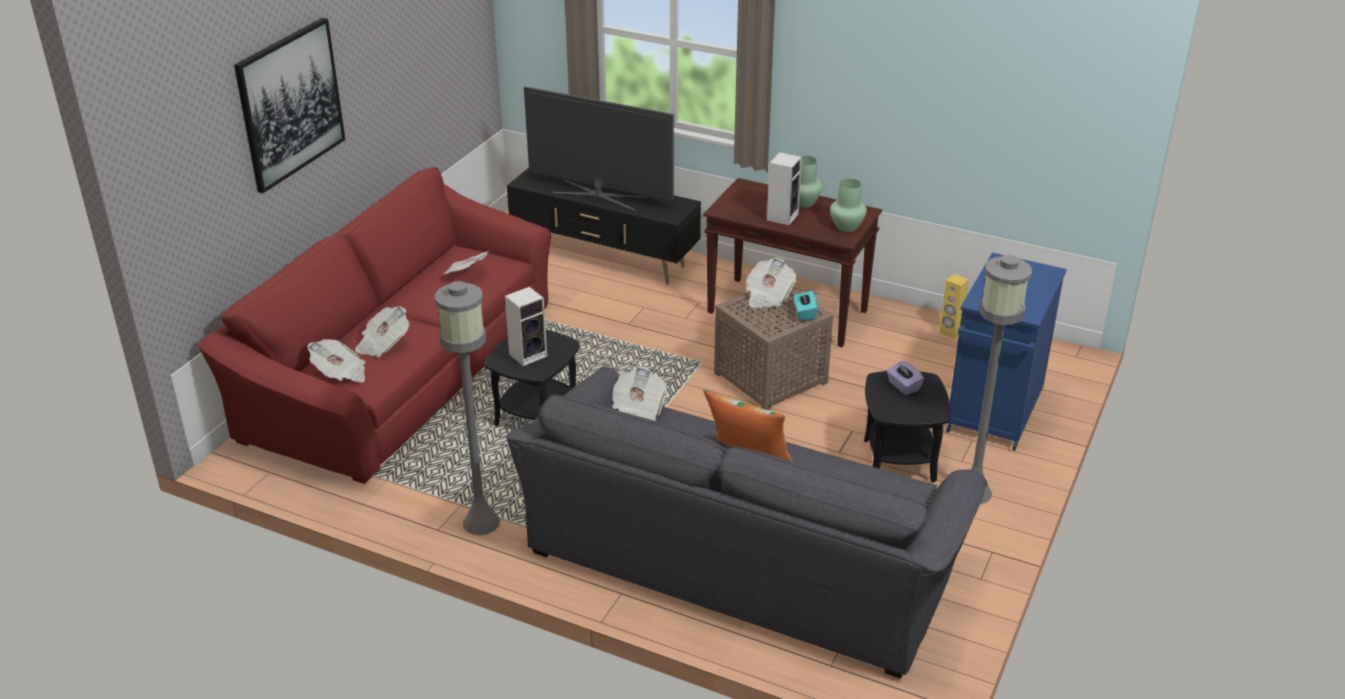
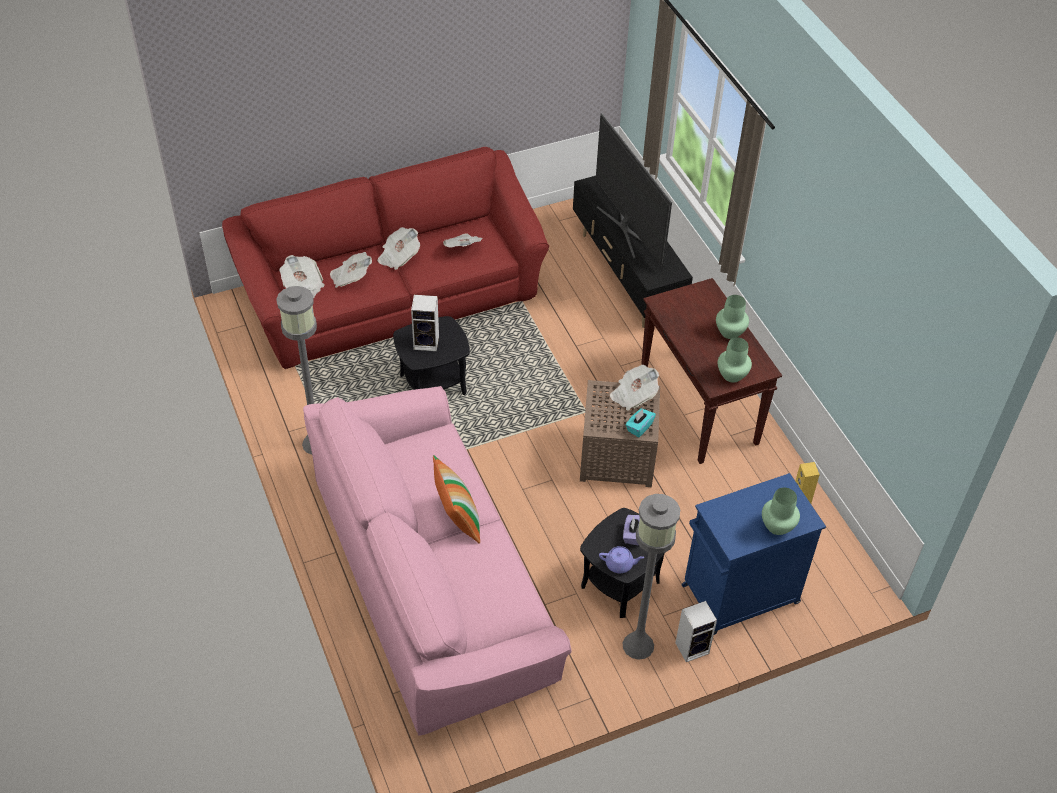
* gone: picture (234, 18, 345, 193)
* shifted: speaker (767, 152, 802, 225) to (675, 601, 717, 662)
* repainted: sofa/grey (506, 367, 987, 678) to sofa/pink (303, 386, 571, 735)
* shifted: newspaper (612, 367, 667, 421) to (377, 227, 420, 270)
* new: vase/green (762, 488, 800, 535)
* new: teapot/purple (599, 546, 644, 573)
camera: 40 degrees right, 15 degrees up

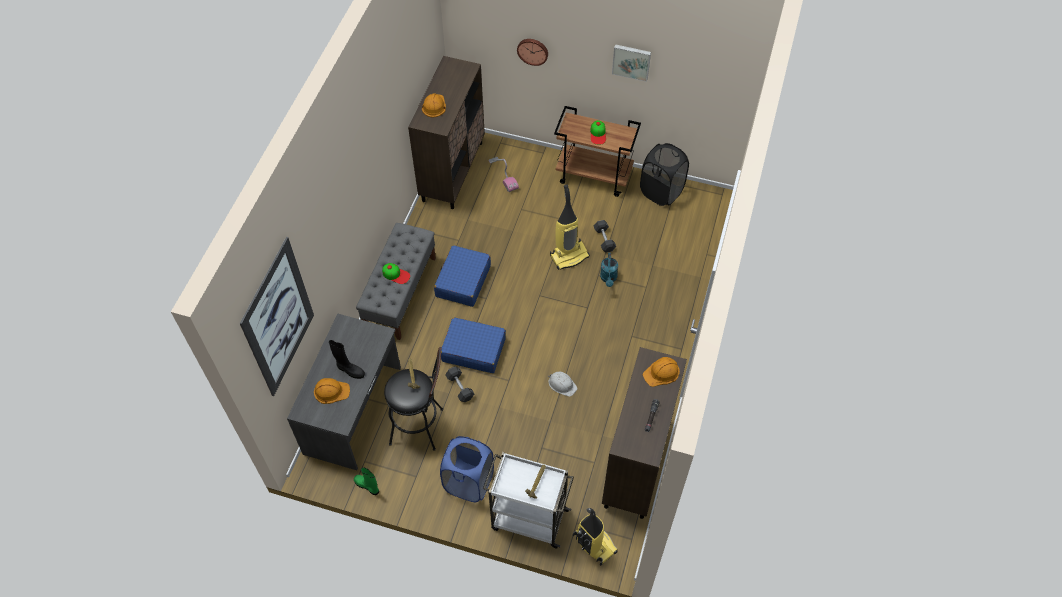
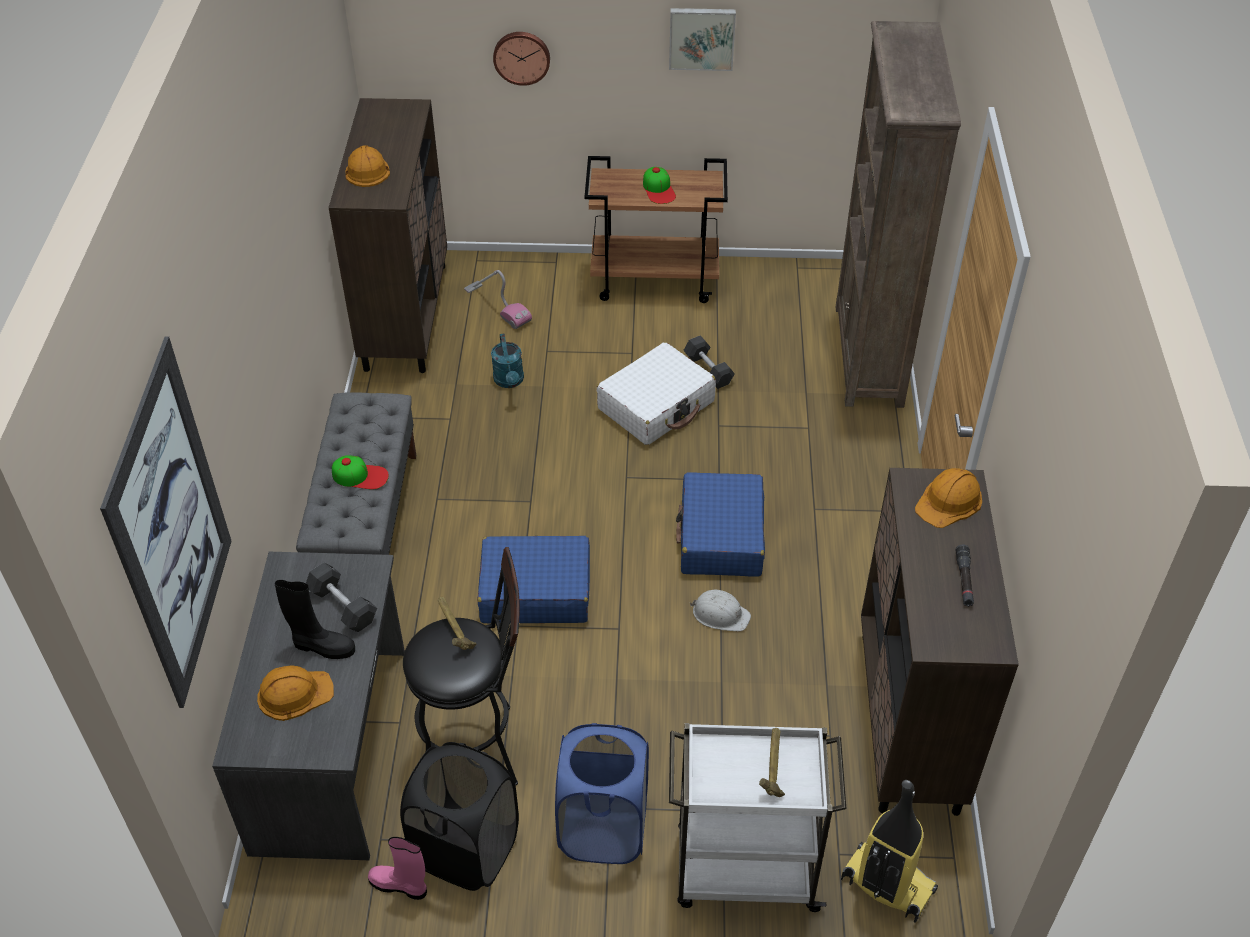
* shifted: laundry basket/black (640, 143, 689, 206) to (400, 742, 519, 891)
* swapped: vacuum cleaner (550, 185, 590, 270) to suitcase/white (597, 342, 716, 445)
* shifted: suitcase/blue (434, 245, 491, 307) to (676, 472, 765, 577)
* shifted: watering can/turquoise (600, 253, 618, 287) to (491, 334, 524, 388)
* shifted: dumbbell/grey (445, 367, 474, 402) to (306, 562, 377, 632)
* repainted: boot/green (354, 467, 379, 495) to boot/pink (368, 837, 427, 900)
* new: bookcase/brown (836, 21, 961, 408)
camera: 15 degrees left, 10 degrees down

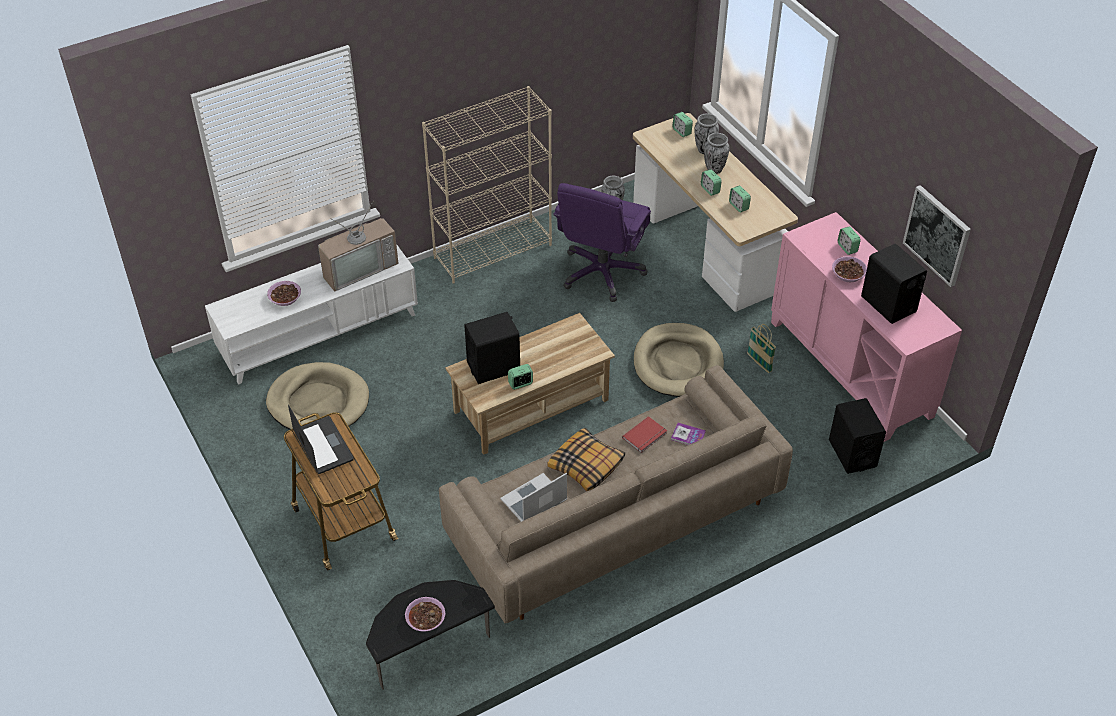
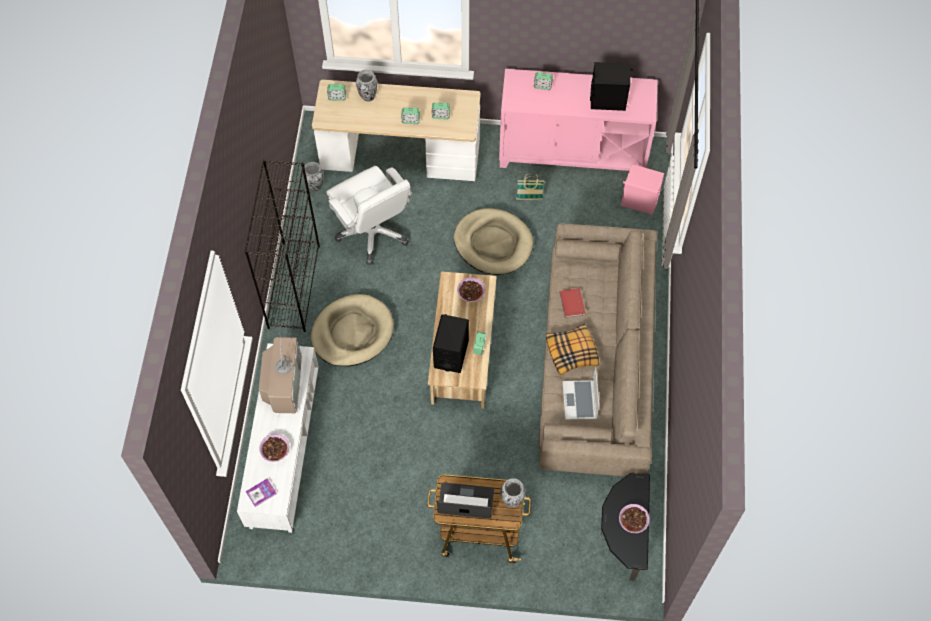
* repainted: bookcase/beige (422, 86, 552, 284) to bookcase/black (245, 160, 320, 332)
* shifted: vase (704, 133, 729, 174) to (501, 478, 526, 508)
* repainted: office chair/purple (553, 183, 651, 302) to office chair/white (326, 166, 412, 265)
* gone: picture (903, 185, 971, 287)
* shifted: bowl (832, 256, 867, 282) to (457, 277, 485, 302)
* shifted: dog bed/beige (266, 362, 369, 430) to (311, 294, 394, 366)
* repainted: speaker/black (829, 398, 886, 474) to speaker/pink (621, 164, 664, 215)
* shifted: book (671, 423, 706, 445) to (246, 479, 277, 507)
camera: 55 degrees left, 15 degrees up

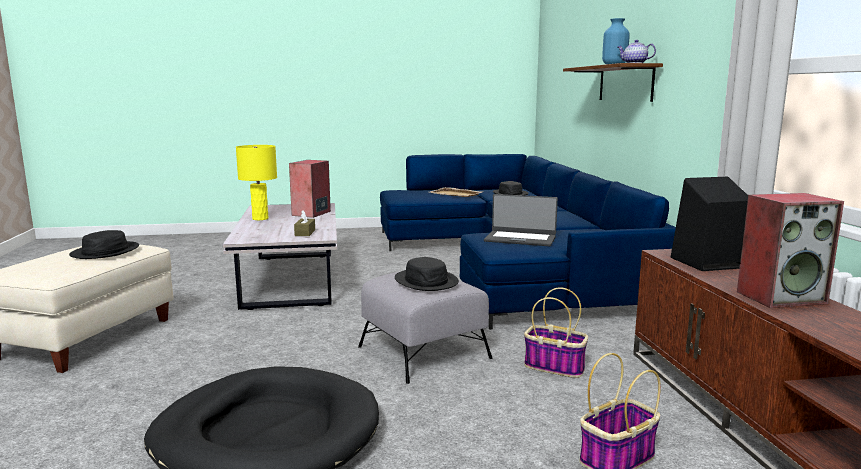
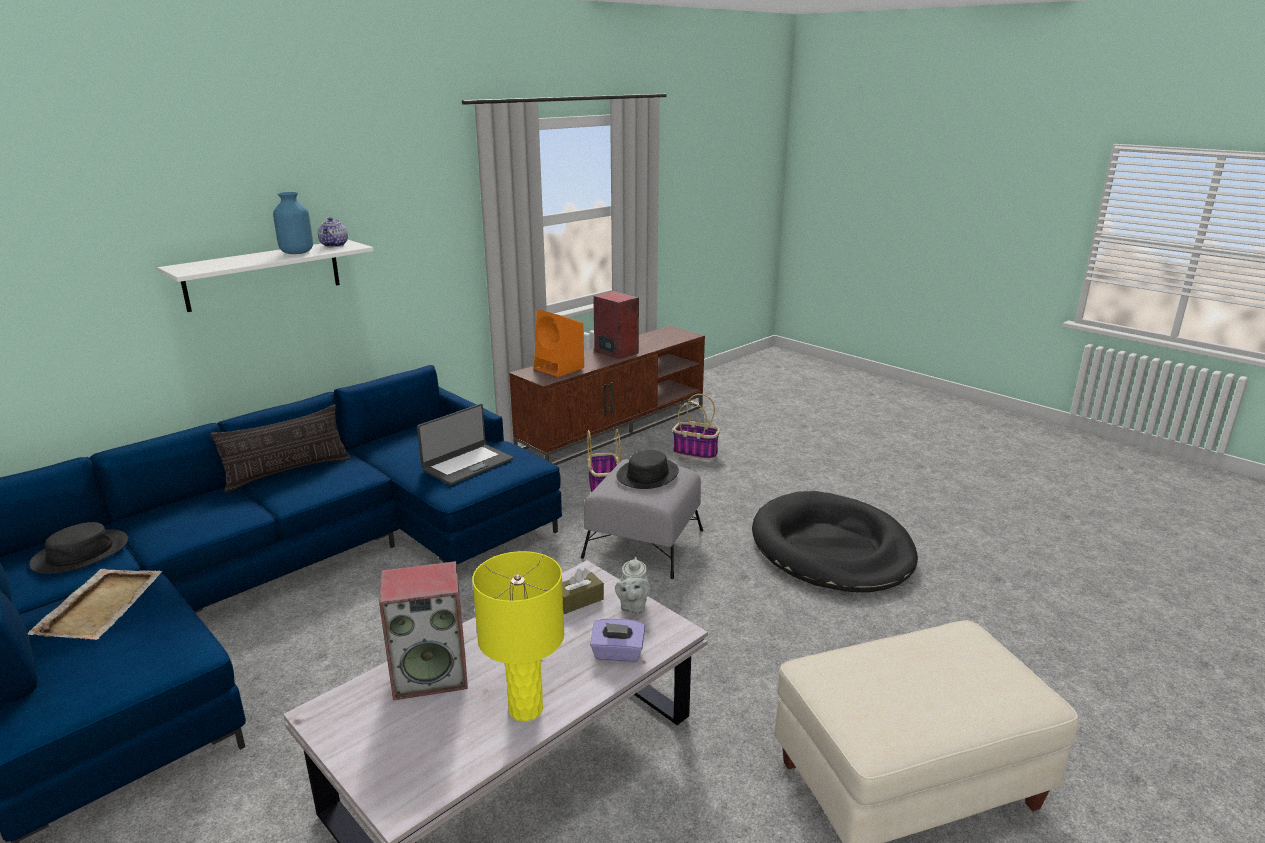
* repainted: shelf/brown (563, 63, 663, 102) to shelf/white (157, 240, 374, 312)
* repainted: speaker/black (671, 177, 748, 271) to speaker/orange (534, 309, 584, 377)
* rotated: laptop (484, 194, 558, 246) = (417, 404, 513, 485) 60 degrees clockwise
* gone: hat/black (69, 230, 139, 259)
* new: pillow (210, 404, 350, 493)
* new: teapot/grey (615, 557, 650, 614)
* new: tissue box/purple (590, 618, 645, 662)
camera: 125 degrees left, 10 degrees up

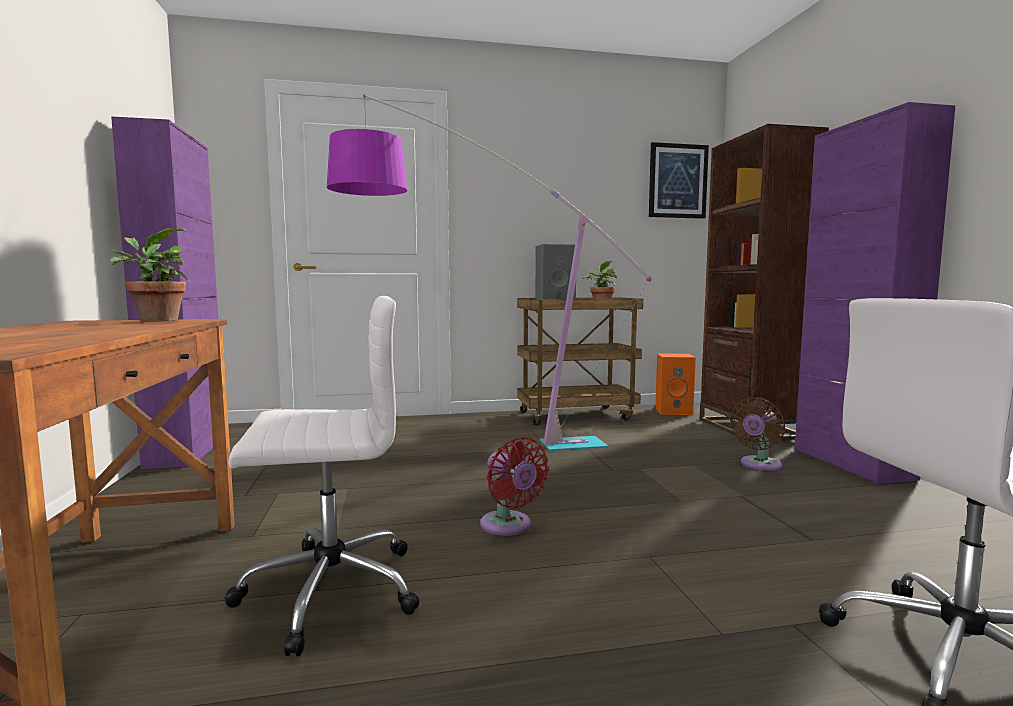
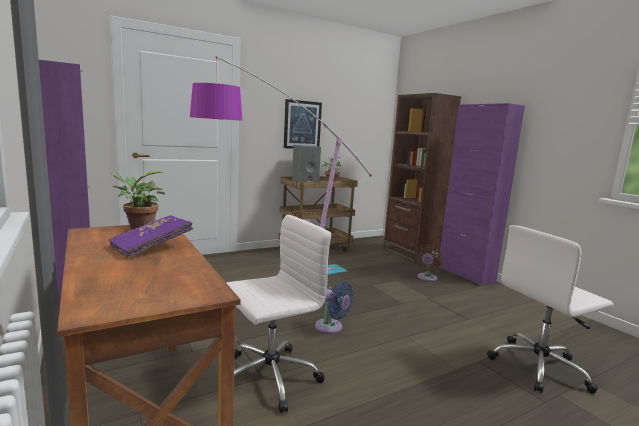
* shifted: picture (649, 142, 709, 219) to (284, 99, 322, 149)
* gone: speaker/orange (655, 353, 696, 415)
* repainted: fan/red (480, 437, 549, 536) to fan/blue (315, 282, 354, 334)
* new: book/purple (108, 215, 193, 257)
camera: 20 degrees left, 5 degrees up

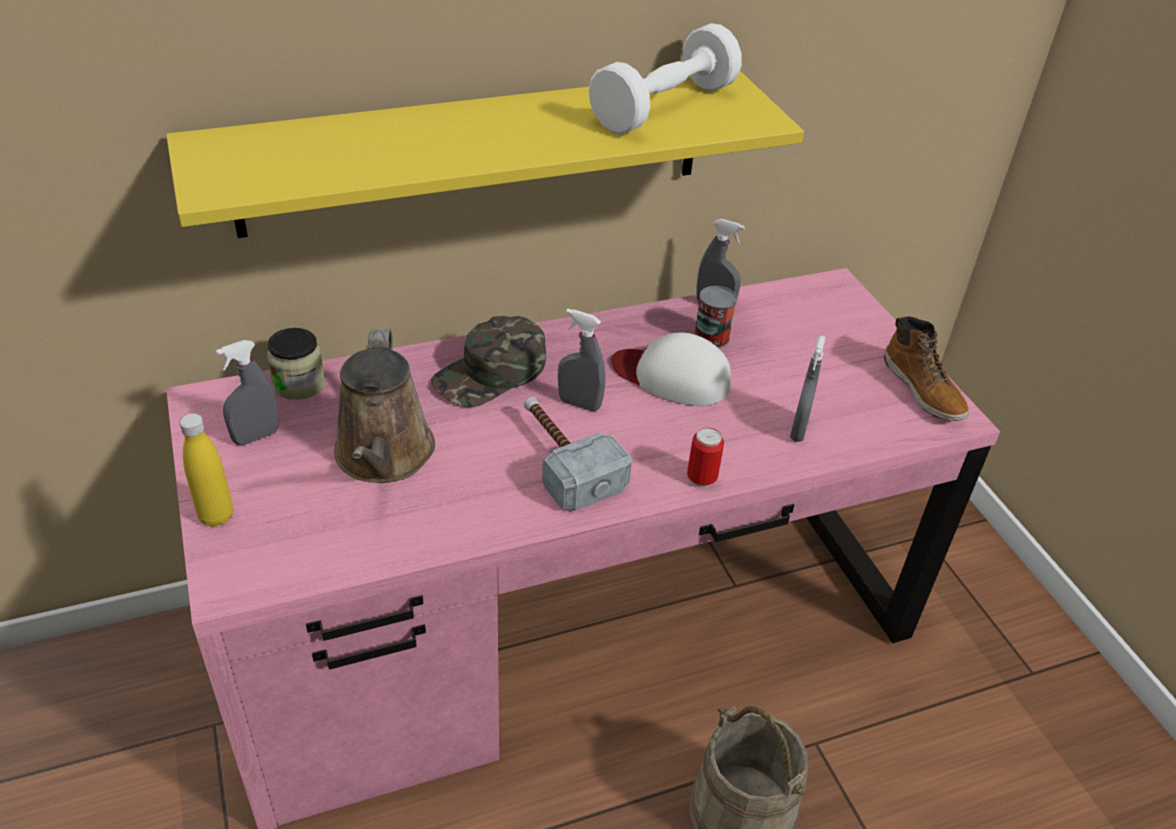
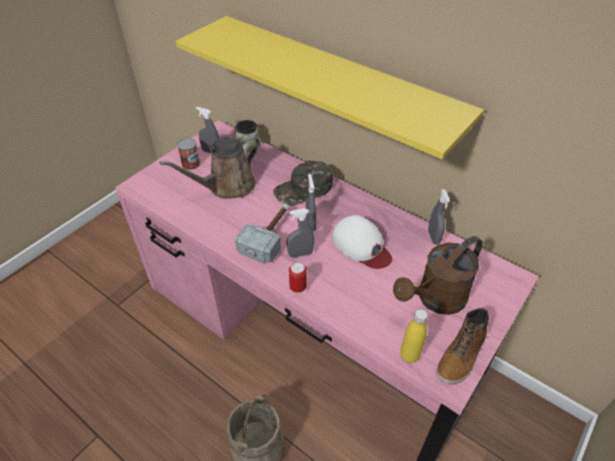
* gone: dumbbell/white (589, 23, 742, 134)
* shifted: can (694, 286, 737, 348) to (177, 138, 200, 170)
* rotated: cap/green (431, 316, 546, 407) = (273, 161, 333, 206) 45 degrees counterclockwise
* rotated: cap/white (612, 332, 731, 406) = (332, 215, 392, 269) 150 degrees clockwise
* shifted: spray bottle/grey (790, 335, 825, 442) to (287, 209, 314, 258)
* shifted: bottle/yellow (179, 413, 233, 527) to (400, 309, 428, 363)
* new: watering can/brown (393, 236, 483, 315)
camera: 60 degrees right, 5 degrees up

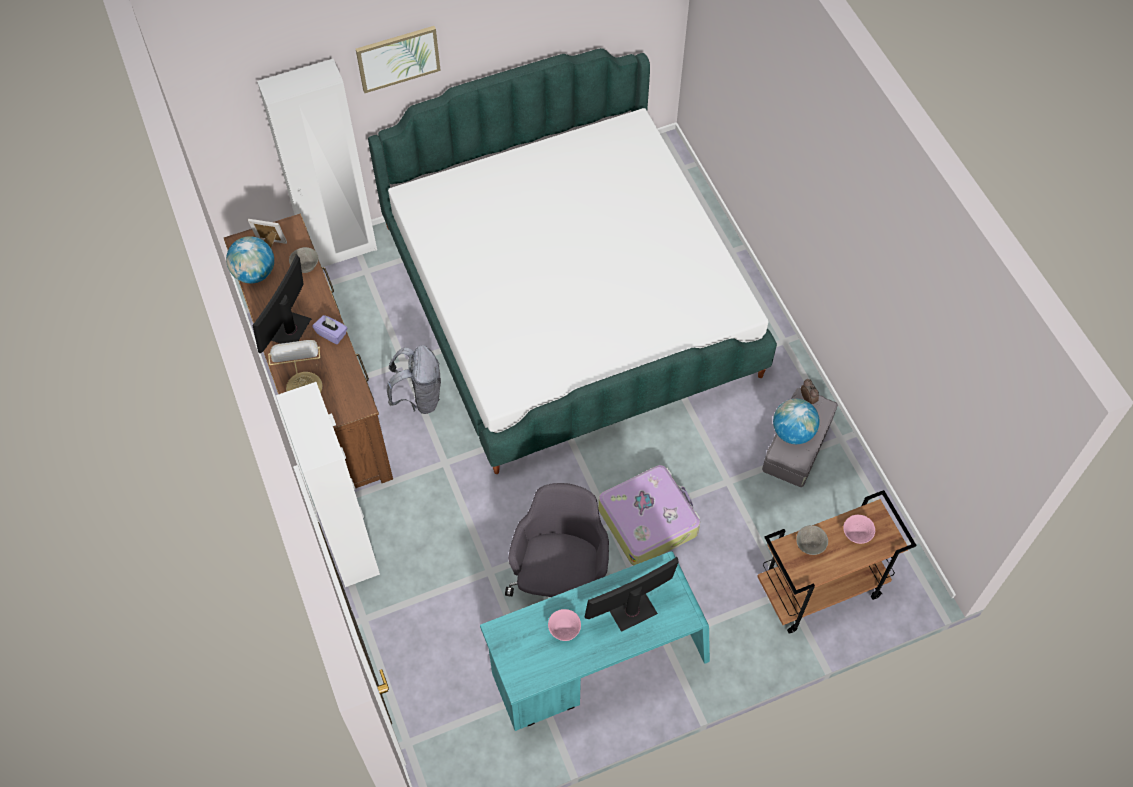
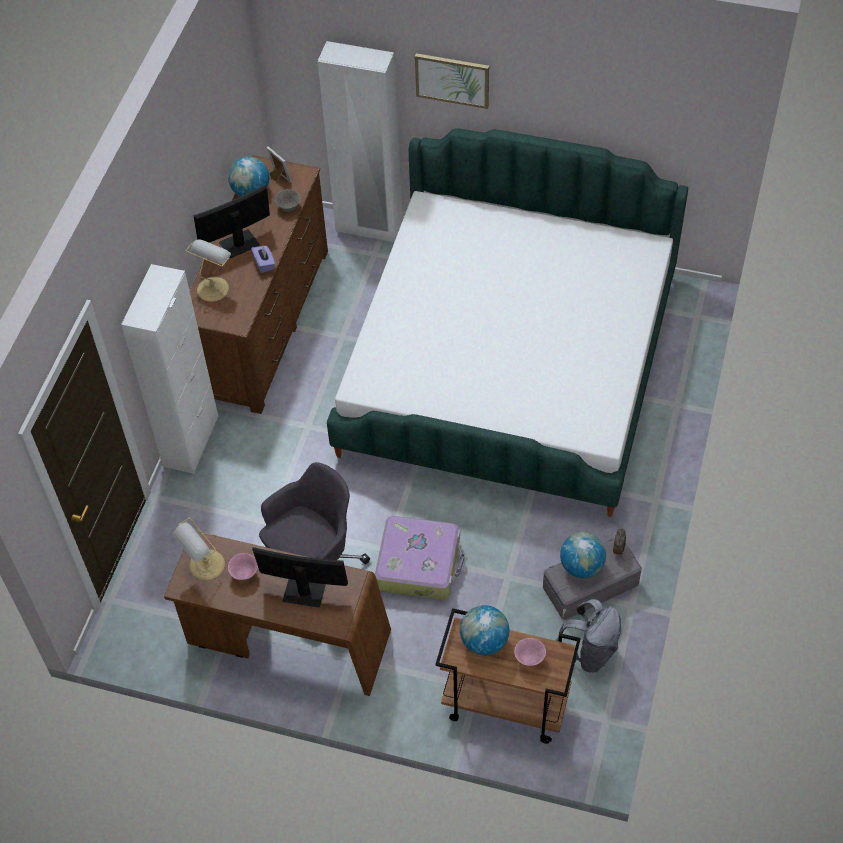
* shifted: backpack/grey (387, 345, 441, 414) to (556, 599, 622, 673)
* swapped: bowl/grey (796, 525, 828, 555) to globe (460, 605, 509, 655)
* repainted: desk/turquoise (480, 551, 710, 731) to desk/brown (164, 531, 391, 696)
* new: table lamp (173, 518, 225, 581)
camera: 40 degrees right, 5 degrees down

